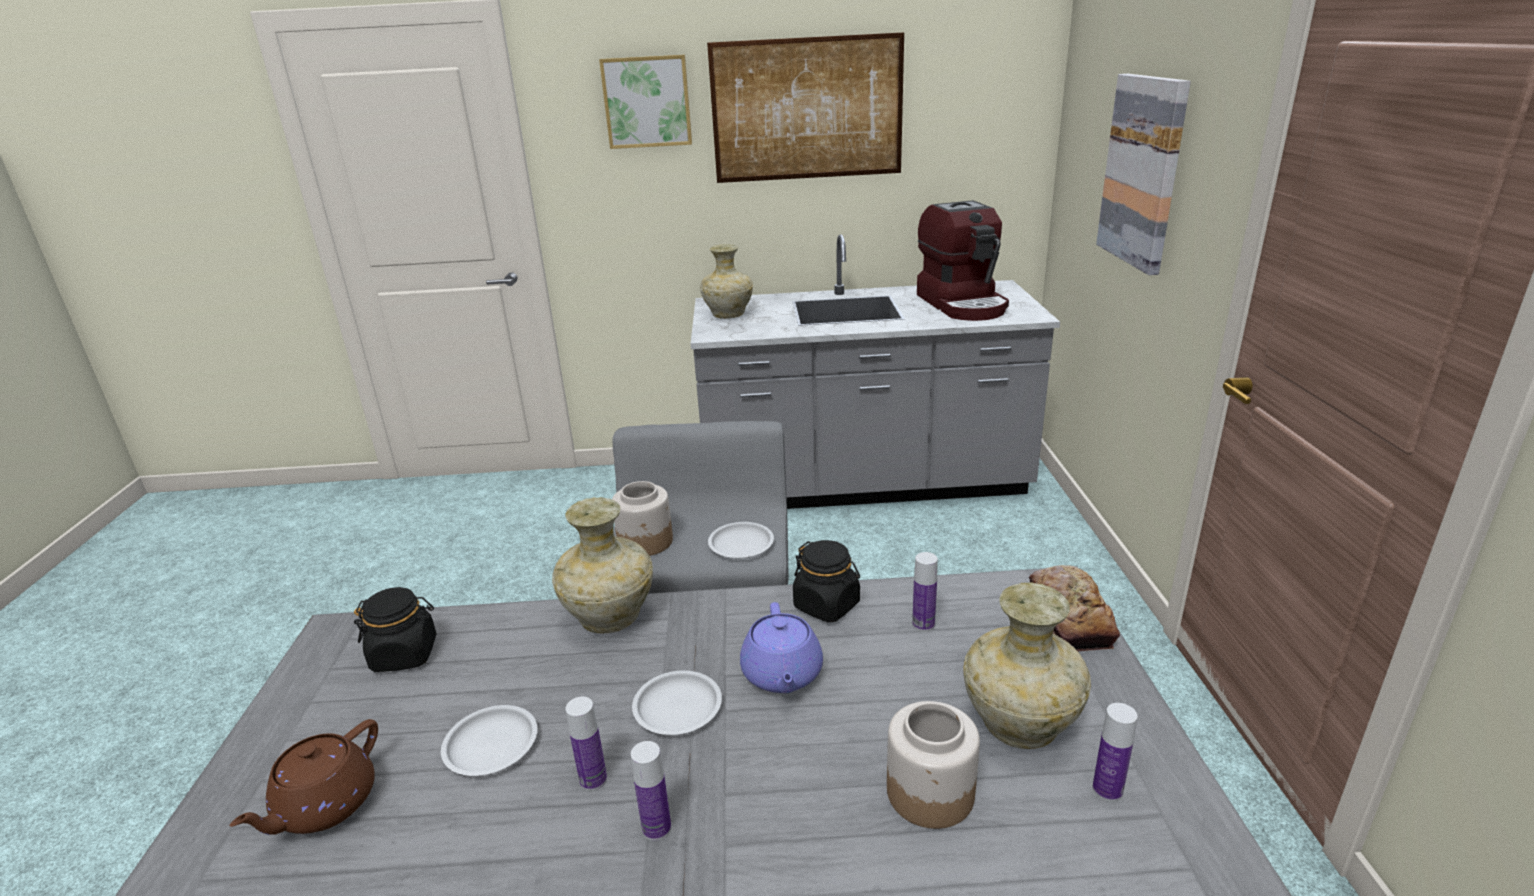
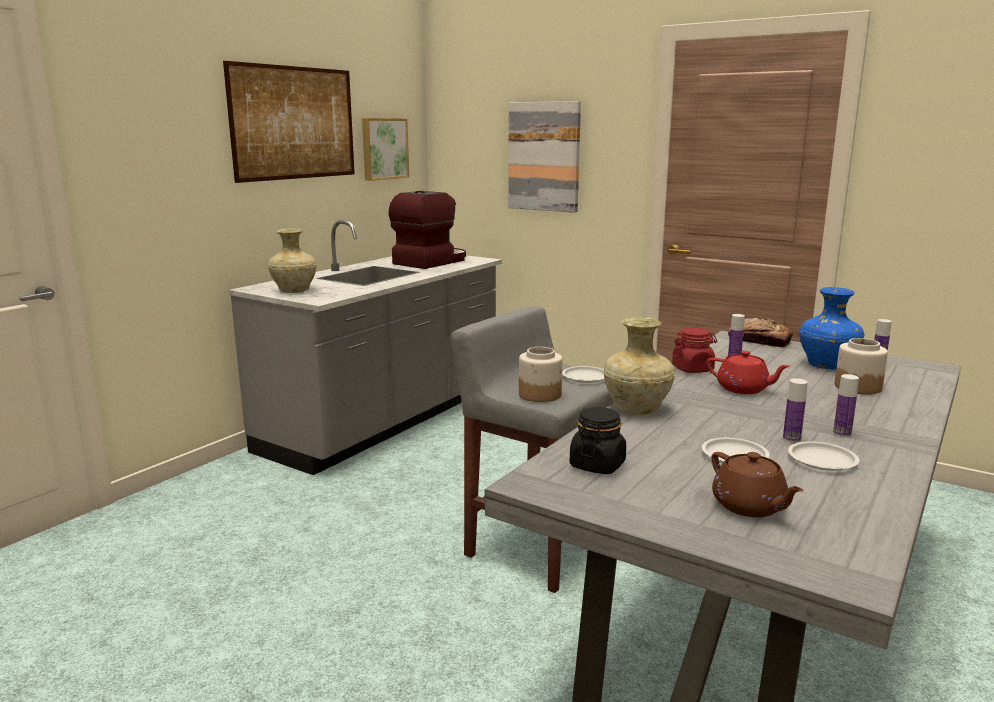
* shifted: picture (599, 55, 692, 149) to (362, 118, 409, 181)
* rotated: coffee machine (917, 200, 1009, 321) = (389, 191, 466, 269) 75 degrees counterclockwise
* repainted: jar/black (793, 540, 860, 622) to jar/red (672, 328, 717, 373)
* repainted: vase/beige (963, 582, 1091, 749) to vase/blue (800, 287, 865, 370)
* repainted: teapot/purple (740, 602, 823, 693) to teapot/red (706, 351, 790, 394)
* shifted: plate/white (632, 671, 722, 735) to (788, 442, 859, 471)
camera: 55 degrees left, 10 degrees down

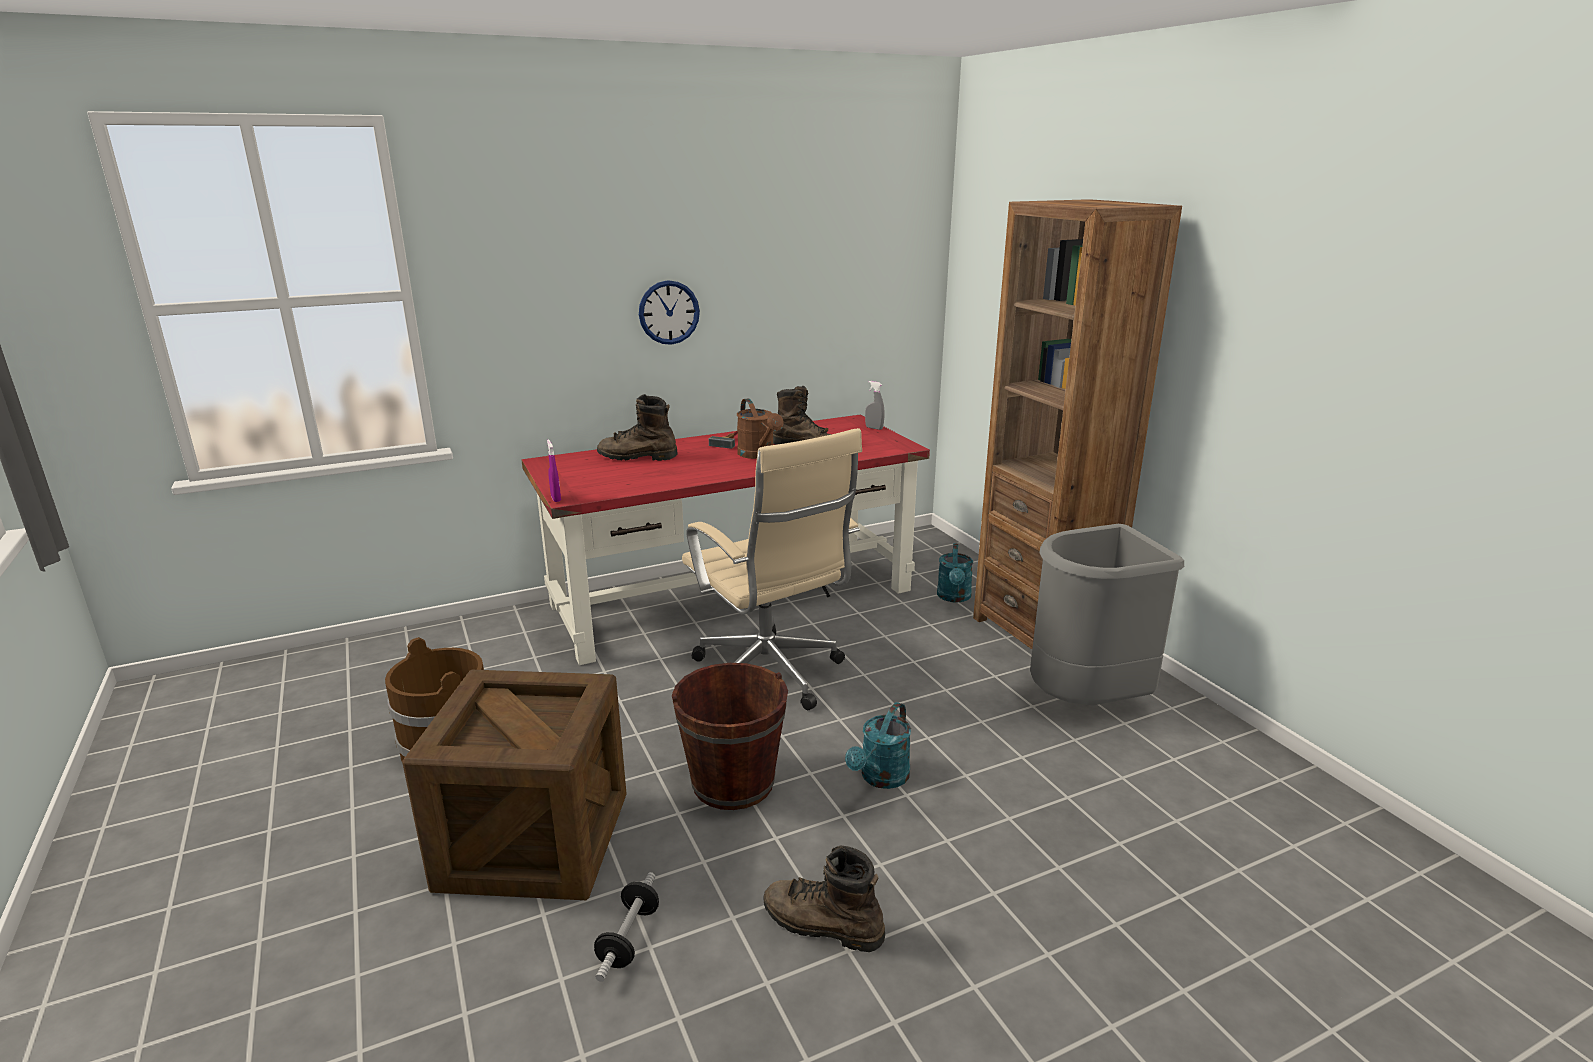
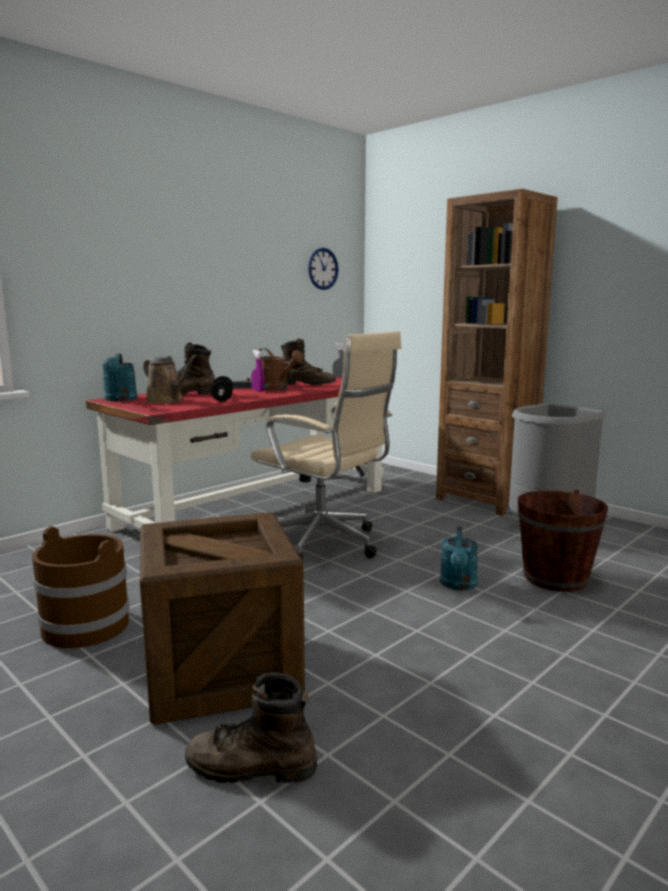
* shifted: wall clock (639, 280, 700, 345) to (308, 248, 338, 290)
* shifted: spray bottle/purple (547, 440, 561, 502) to (251, 350, 264, 392)
* shifted: watering can/turquoise (937, 543, 973, 603) to (102, 354, 138, 401)
* shifted: bucket/brown (672, 663, 788, 810) to (518, 489, 608, 592)
* shifted: boot/brown (763, 846, 885, 952) to (185, 673, 317, 783)
* shifted: dumbbell (594, 872, 659, 982) to (211, 376, 233, 402)
* new: watering can/brown (143, 355, 197, 403)
camera: 20 degrees left, 10 degrees down

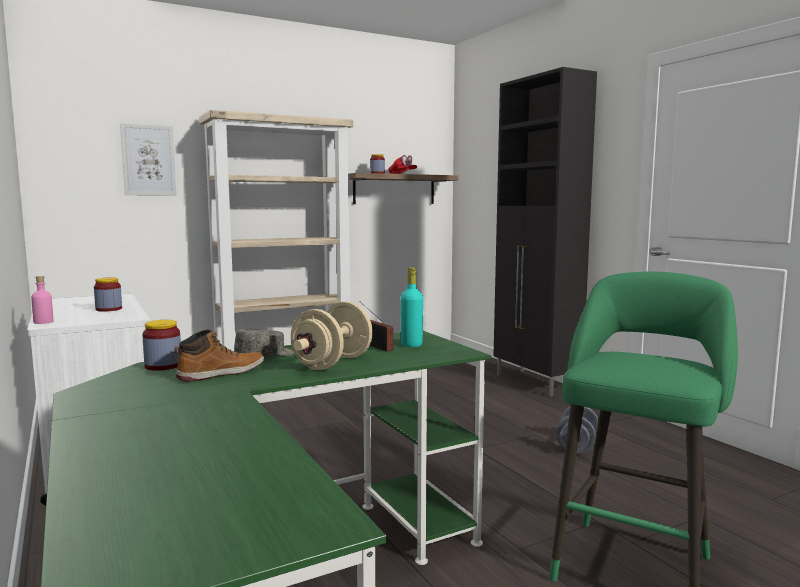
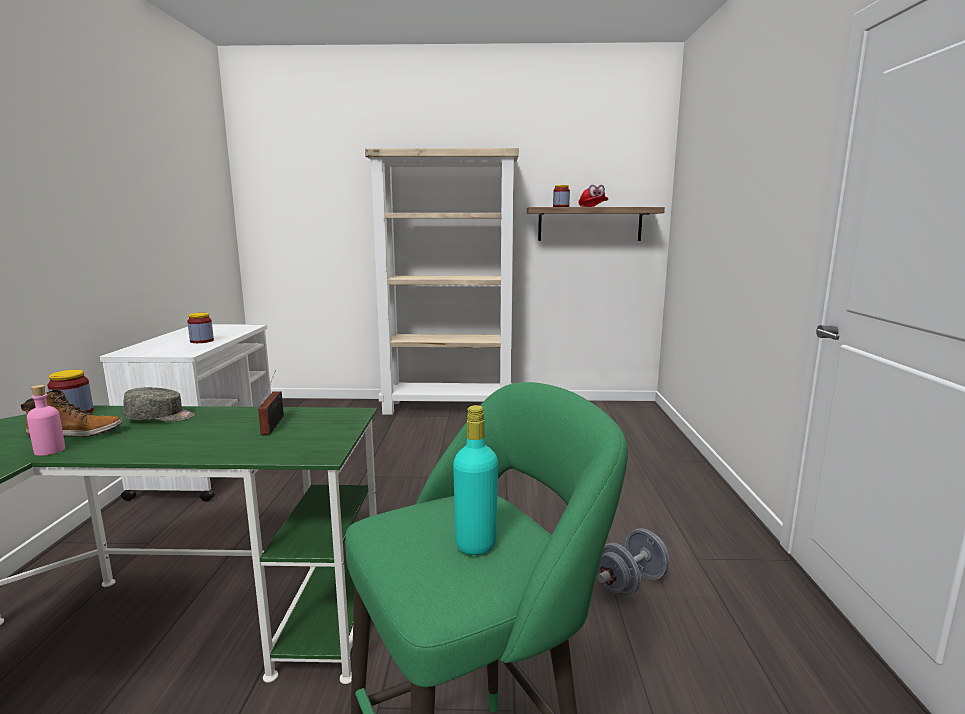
* gone: cabinet/black (493, 67, 597, 397)
* gone: picture (120, 123, 176, 196)
* shifted: bottle/turquoise (400, 267, 423, 347) to (453, 405, 498, 555)
* shifted: bottle/pink (31, 276, 53, 324) to (27, 385, 65, 456)
* gone: dumbbell/beige (291, 301, 373, 370)
camera: 30 degrees right, 5 degrees up

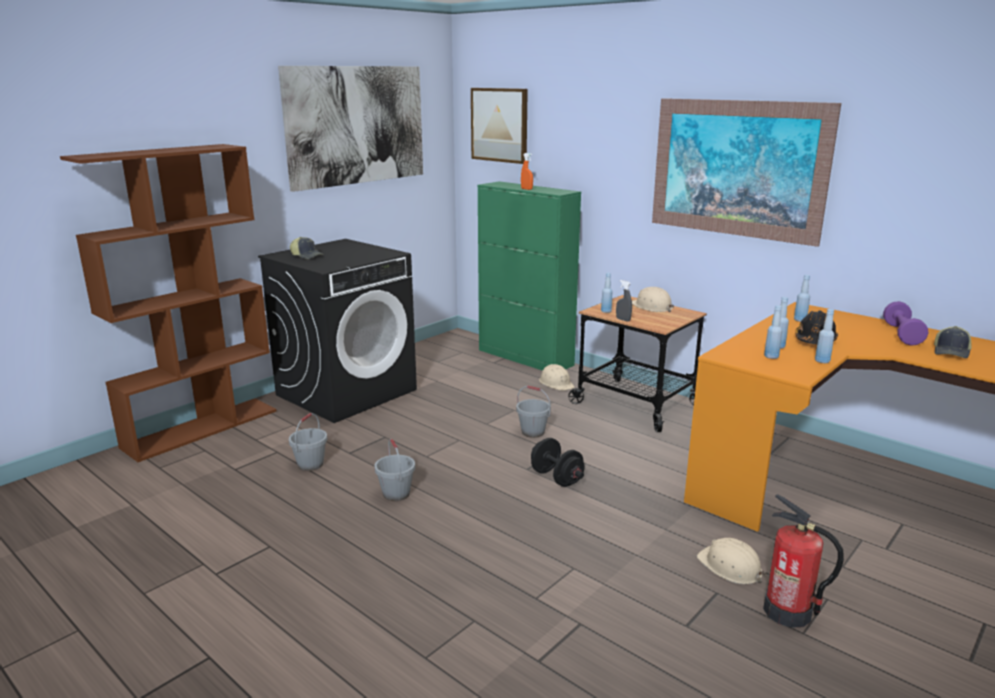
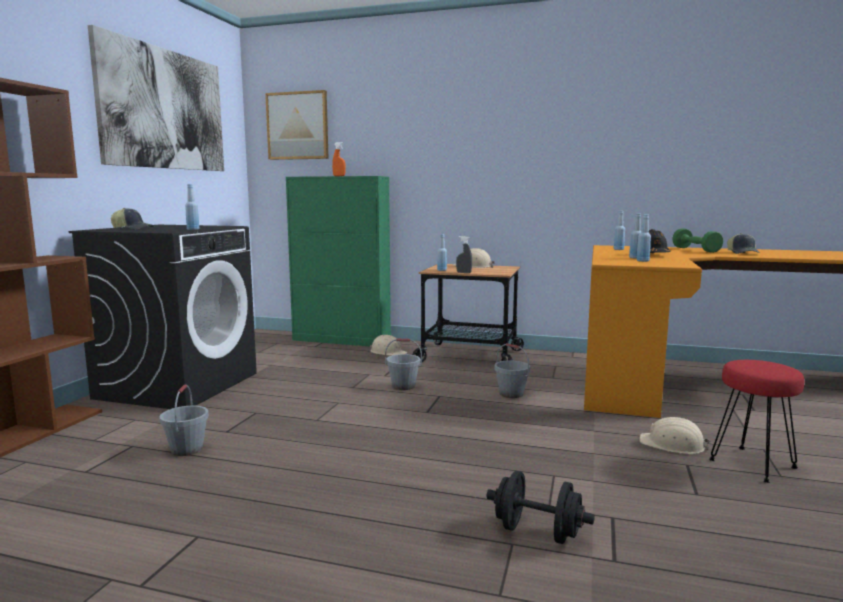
* gone: picture (652, 98, 841, 247)
* repainted: dumbbell/purple (883, 301, 928, 346) to dumbbell/green (672, 228, 723, 253)
* shifted: bottle/blue (815, 309, 834, 363) to (185, 184, 199, 230)
* shifted: dumbbell/black (531, 438, 584, 487) to (486, 471, 595, 544)
* shifted: bucket/grey (374, 439, 415, 501) to (494, 343, 530, 398)
* swapped: fire extinguisher (763, 494, 844, 628) to stool/red (709, 360, 804, 483)
camera: 25 degrees left, 10 degrees down

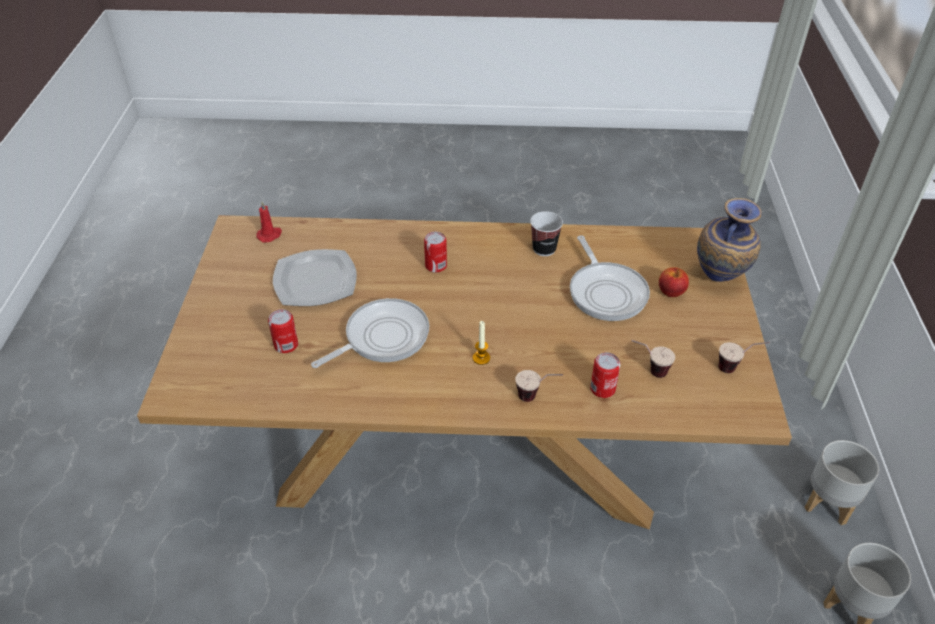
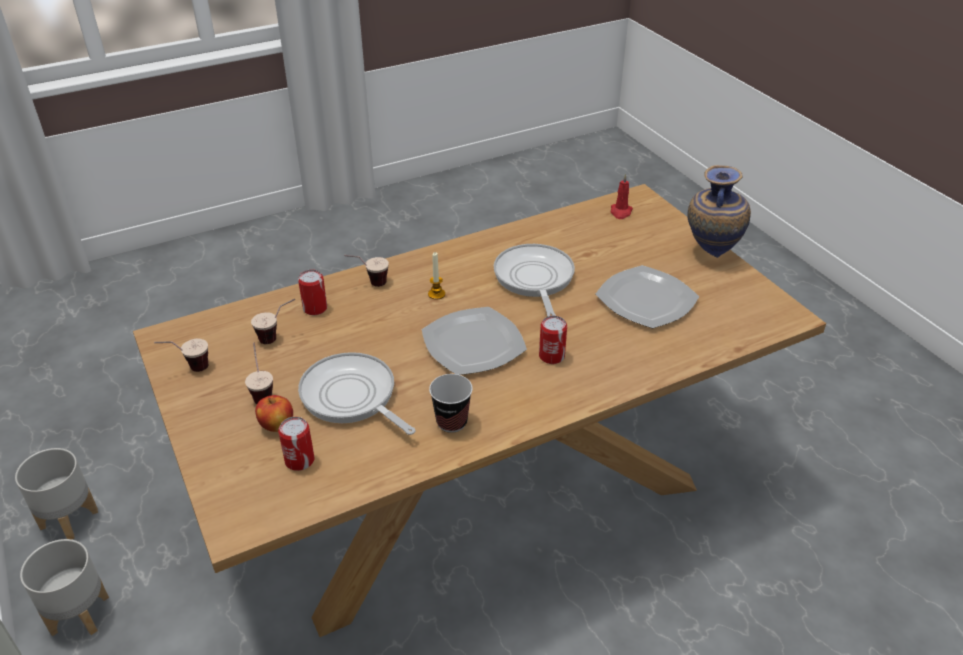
* shifted: vase (697, 198, 762, 282) to (688, 165, 751, 258)
* shifted: candle/red (257, 202, 282, 243) to (611, 174, 633, 219)
* rotated: frying pan (311, 298, 429, 368) = (494, 244, 575, 317) 150 degrees clockwise
* shifted: can (268, 309, 298, 353) to (278, 417, 314, 471)
* new: plate (422, 307, 527, 375)
* new: cup (245, 343, 273, 404)
camera: 150 degrees right, 5 degrees down

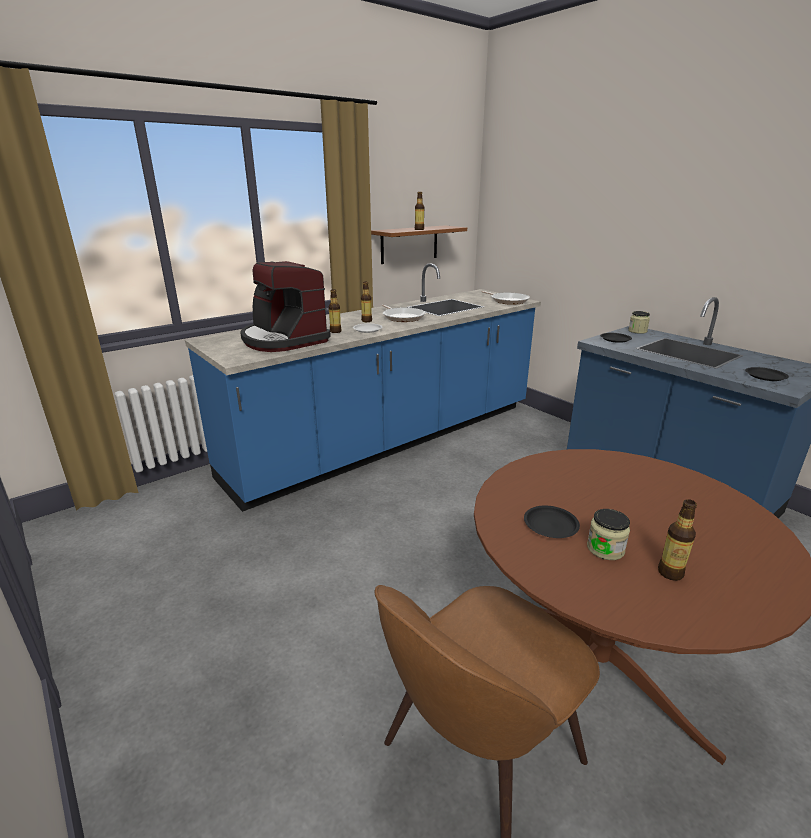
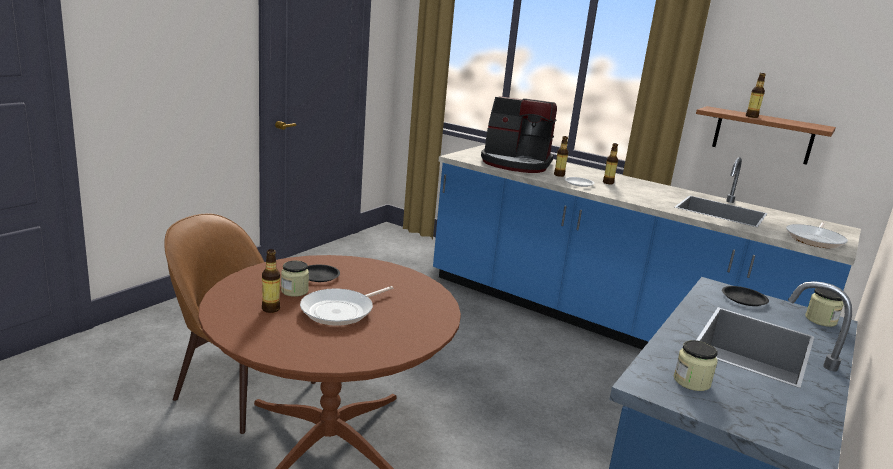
* rotated: coffee machine (240, 261, 331, 352) = (481, 96, 557, 173) 105 degrees counterclockwise
* shifted: frying pan (382, 305, 426, 322) to (300, 286, 393, 326)
* swapped: plate/black (745, 367, 789, 381) to jar (674, 340, 718, 391)
camera: 70 degrees right, 5 degrees down

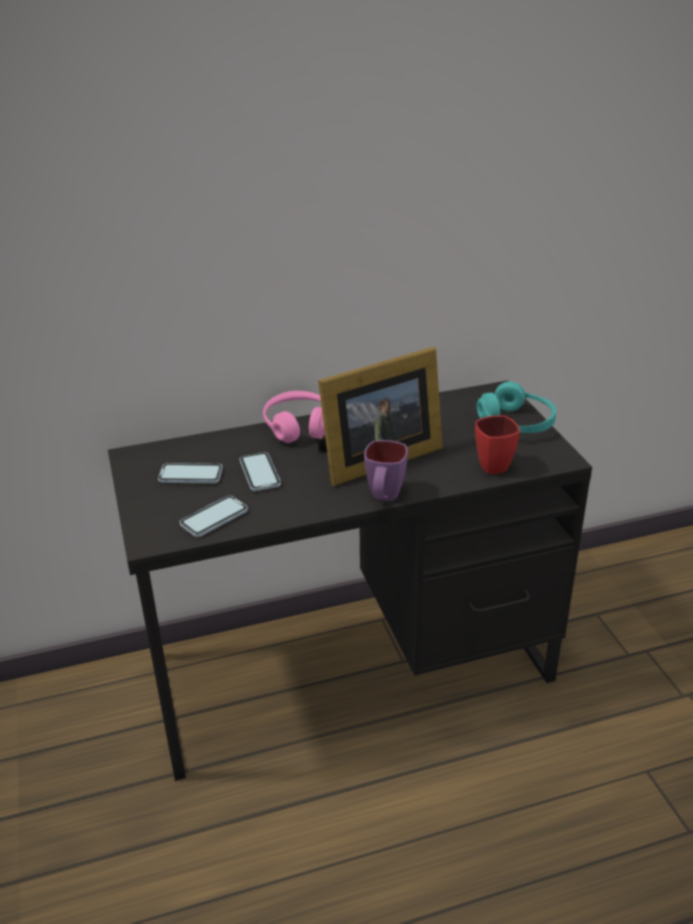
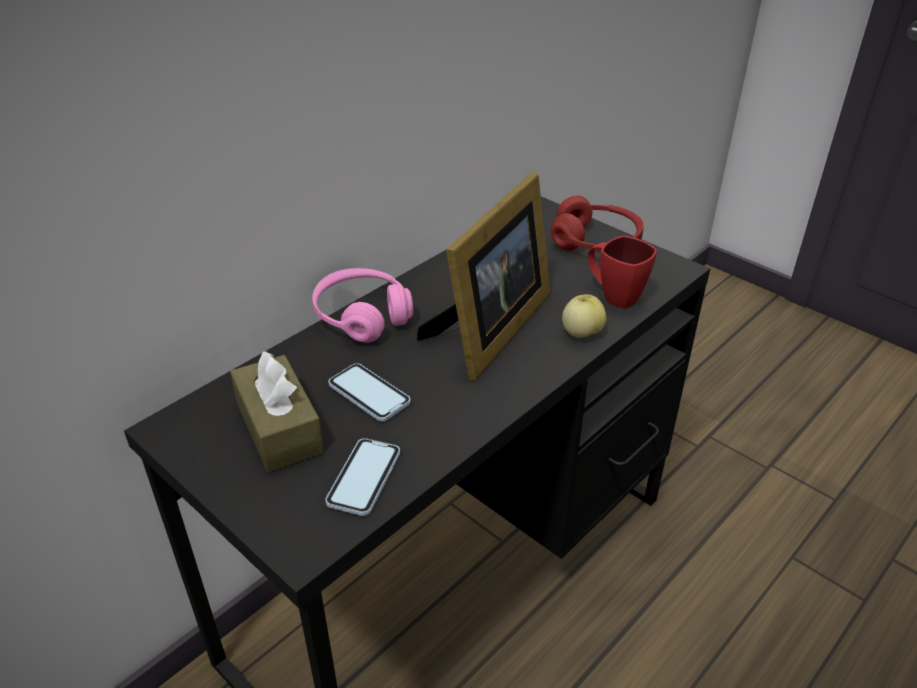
* repainted: headphones/turquoise (477, 382, 556, 433) to headphones/red (551, 196, 644, 252)
* gone: mug/purple (364, 440, 408, 501)
* swapped: phone (158, 463, 223, 483) to tissue box/brown (230, 351, 324, 472)
* new: apple (562, 294, 606, 338)
camera: 30 degrees left, 5 degrees up

